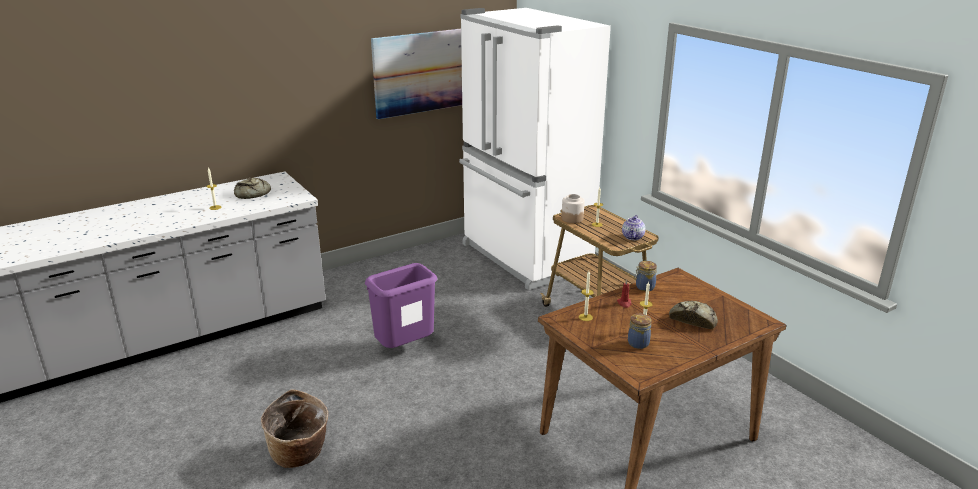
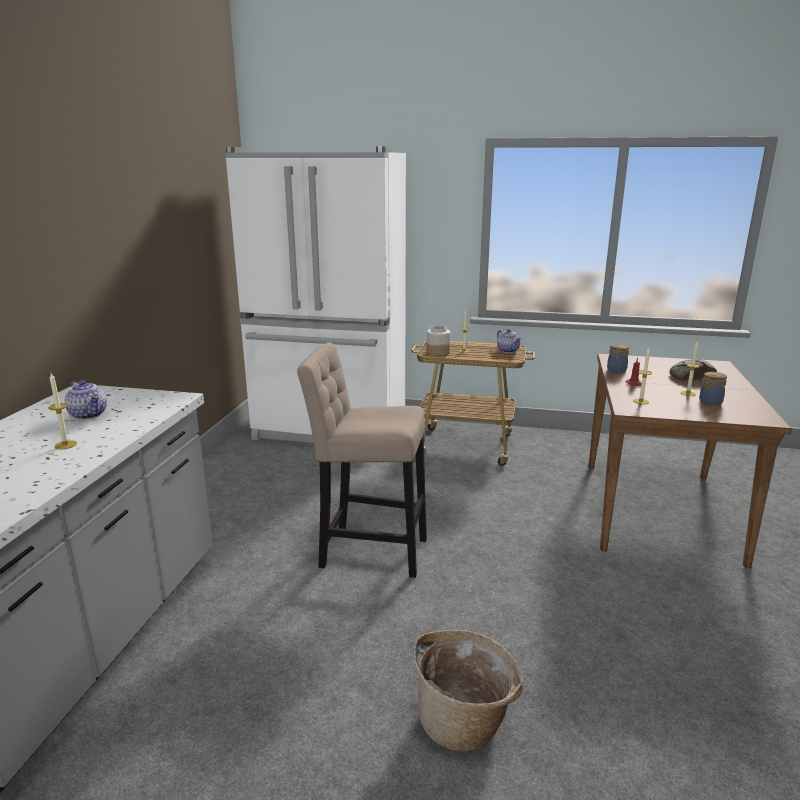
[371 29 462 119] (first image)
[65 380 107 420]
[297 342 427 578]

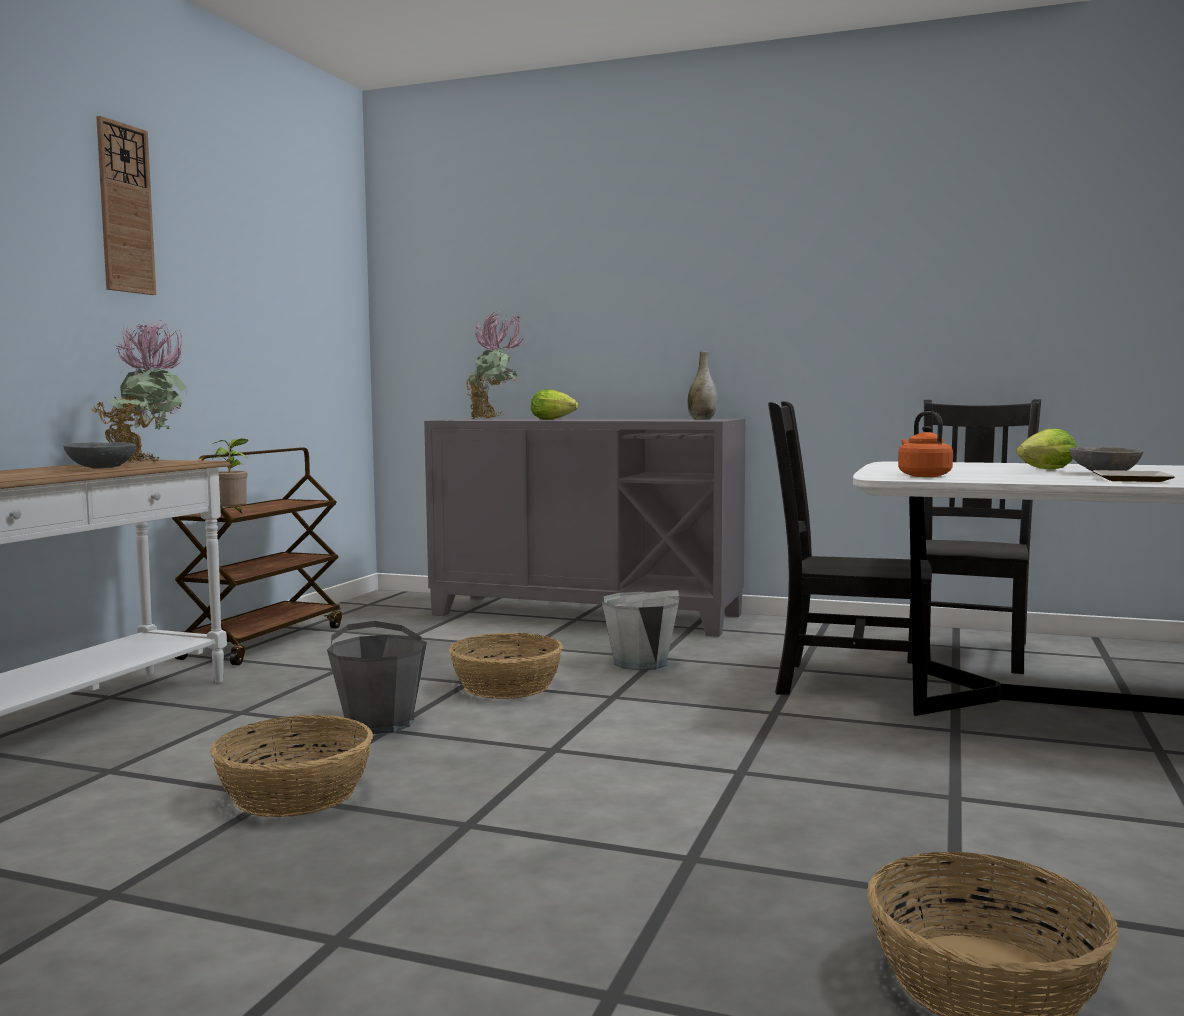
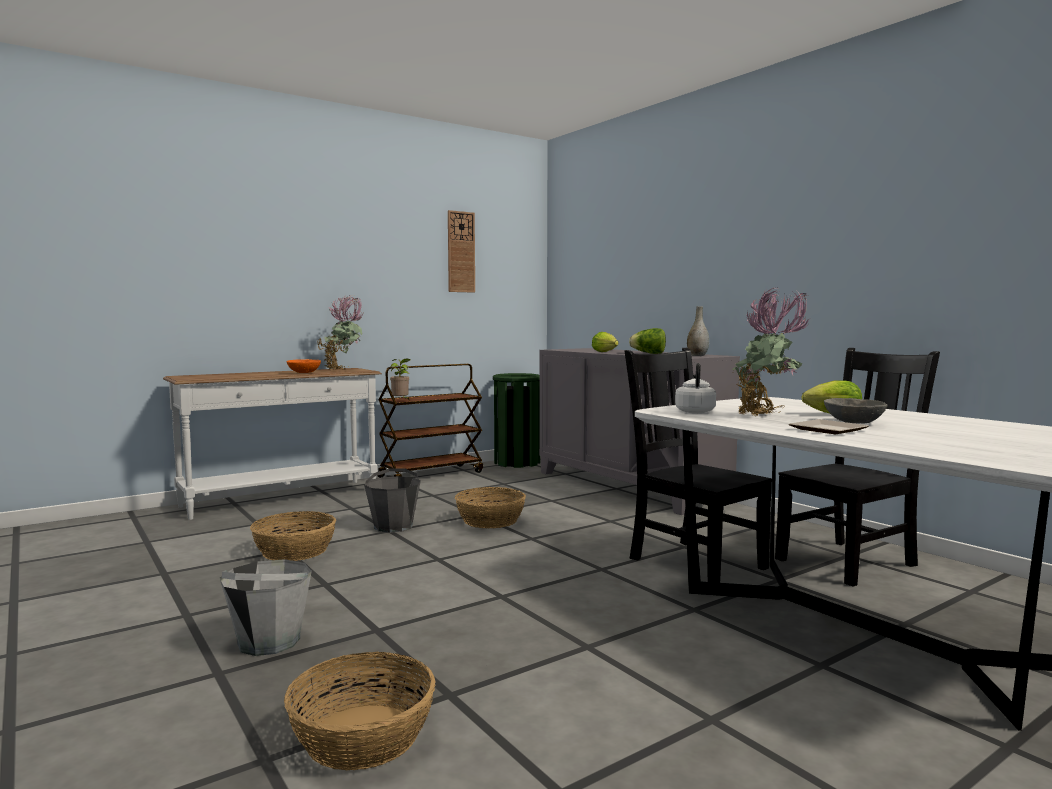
[448 210 475 293]
[732 287 810 416]
[675 363 716 413]
[286 359 321 373]
[220 559 312 656]
[629 328 666 354]
[493 373 540 468]

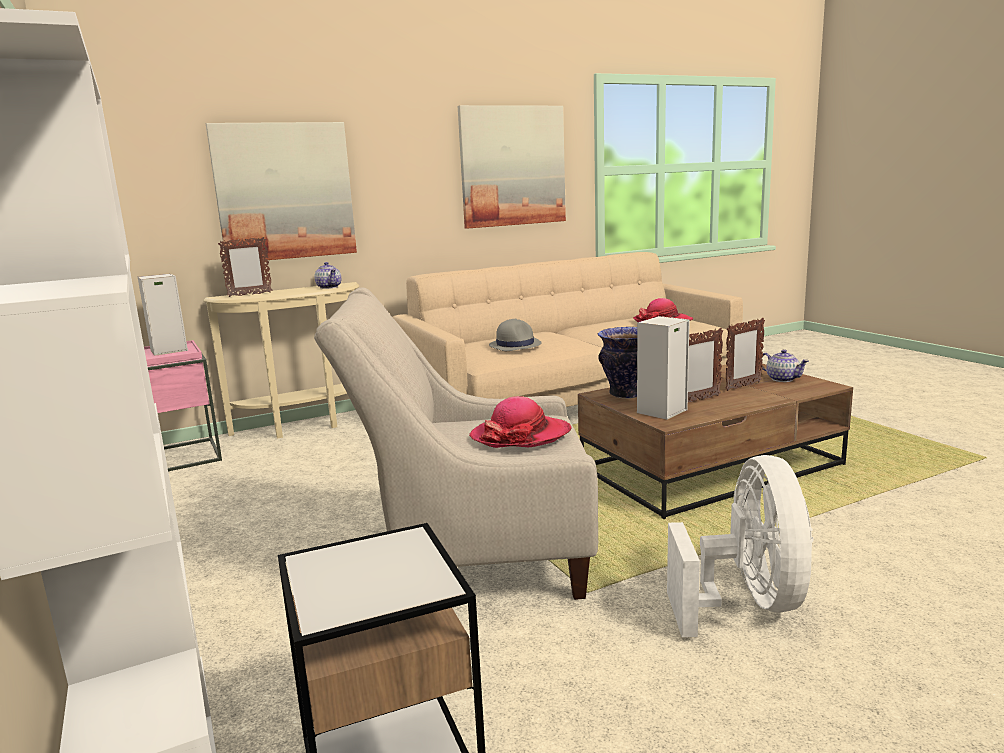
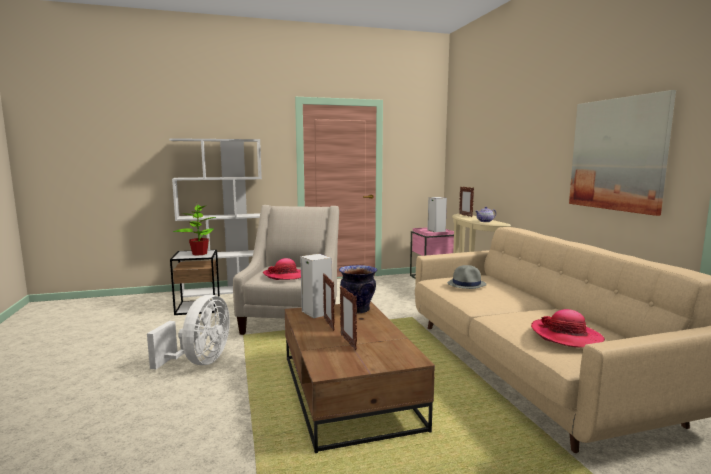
[206 122 357 264] (first image)
[760 349 809 382] (first image)
[147 294 230 370]
[173 205 216 256]

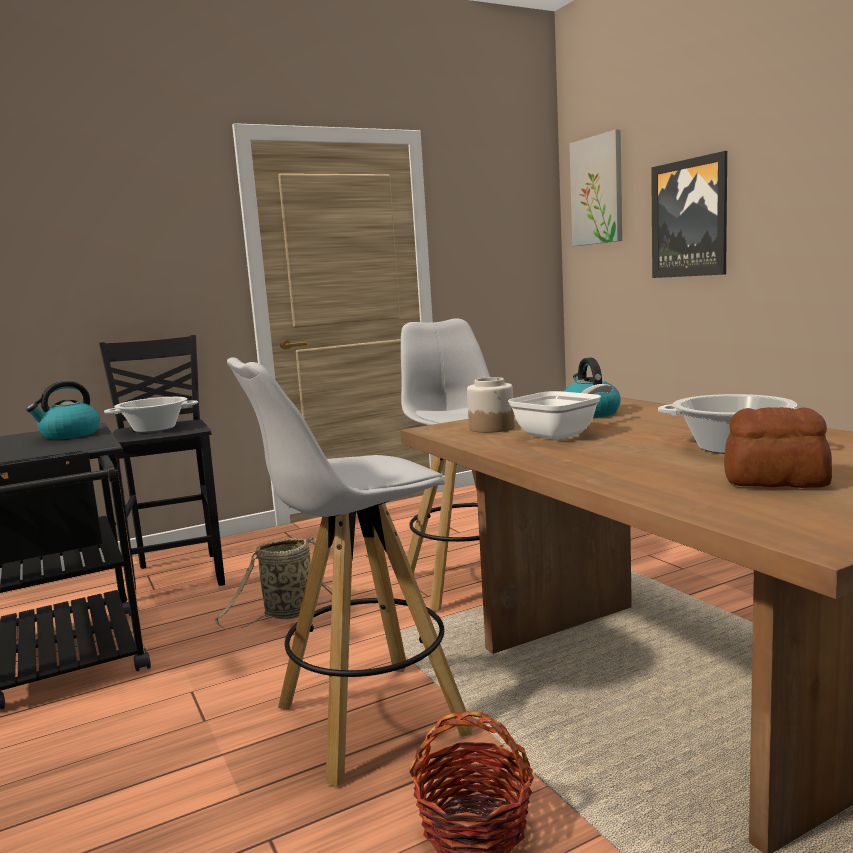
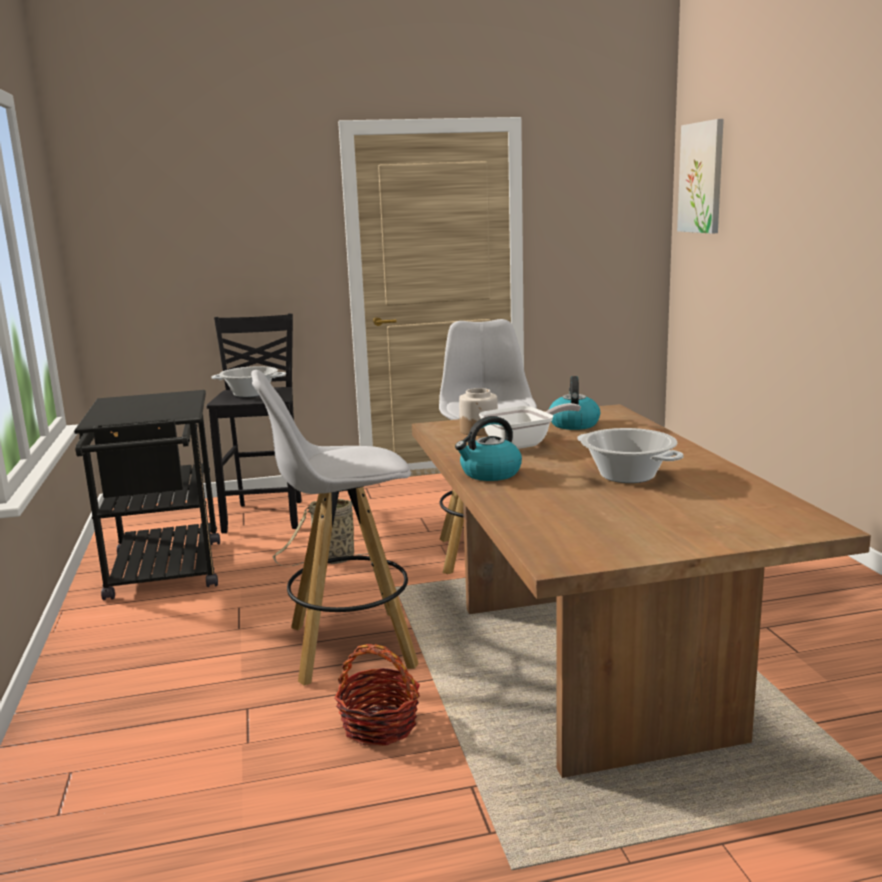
[651 151 727 278] (first image)
[455 416 522 481]
[724 407 832 488] (first image)

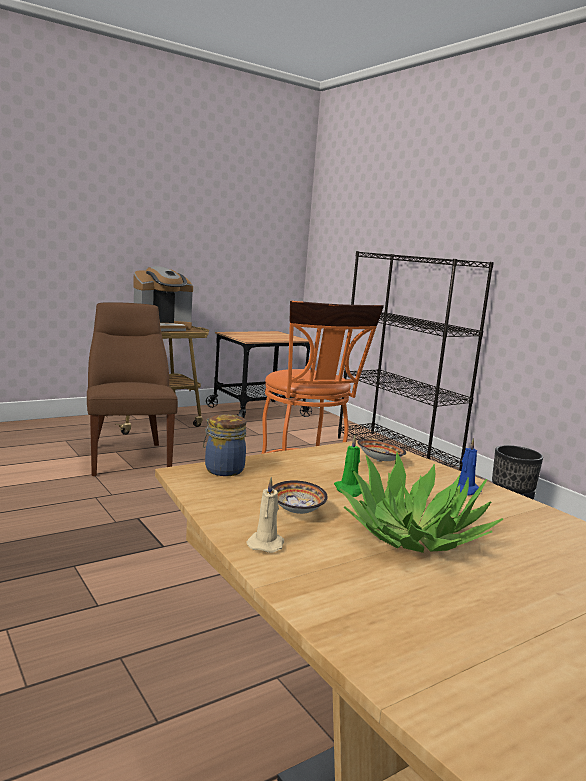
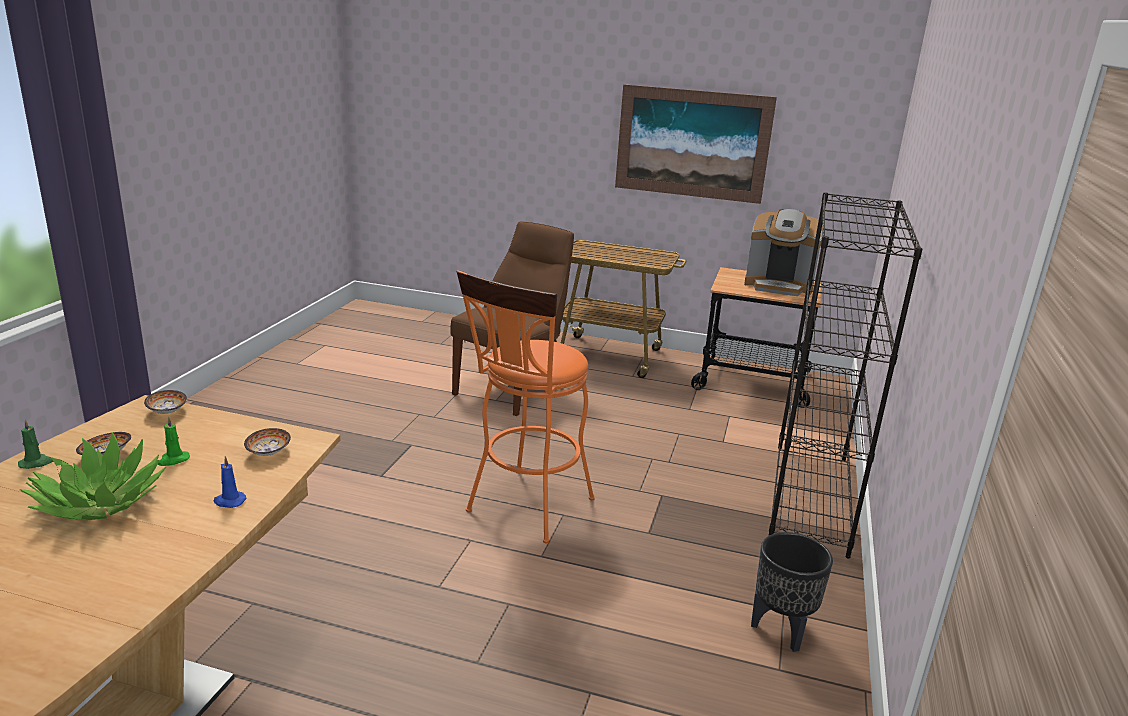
[744 209 822 296]
[144 390 187 414]
[18 419 53 469]
[615 84 777 204]

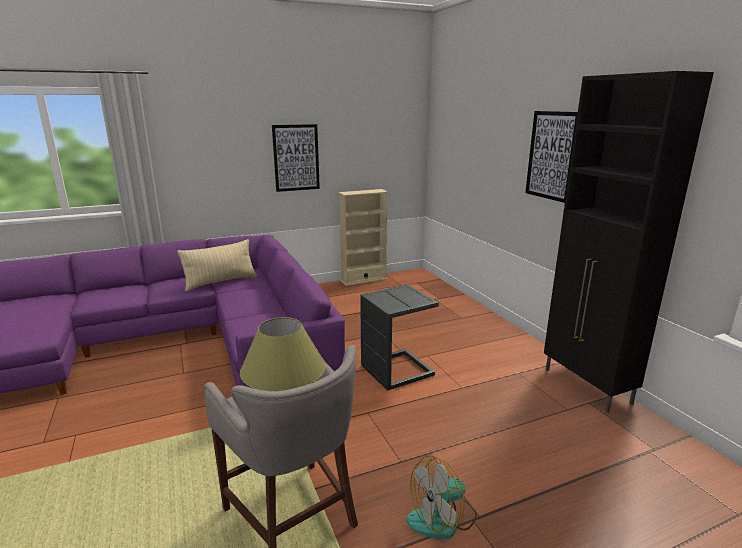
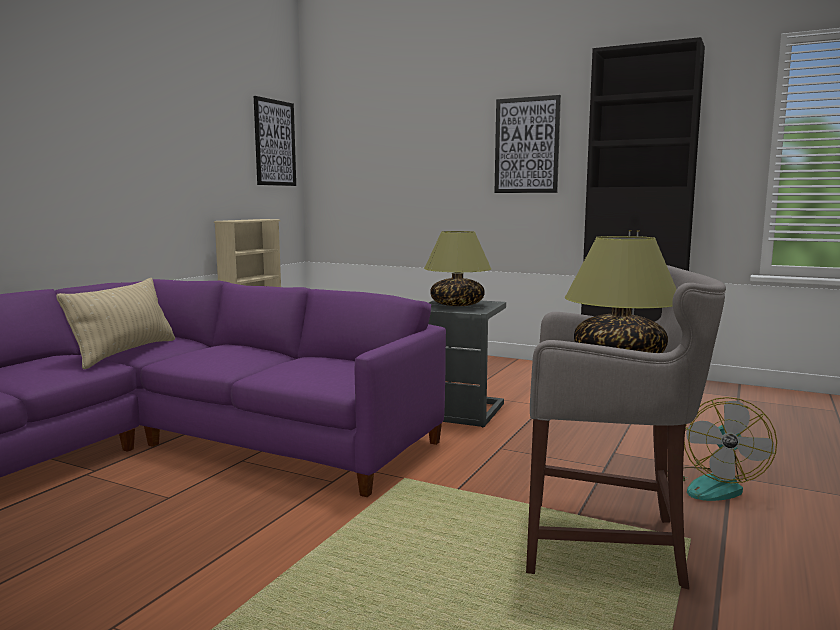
[254 96 296 186]
[424 231 491 306]

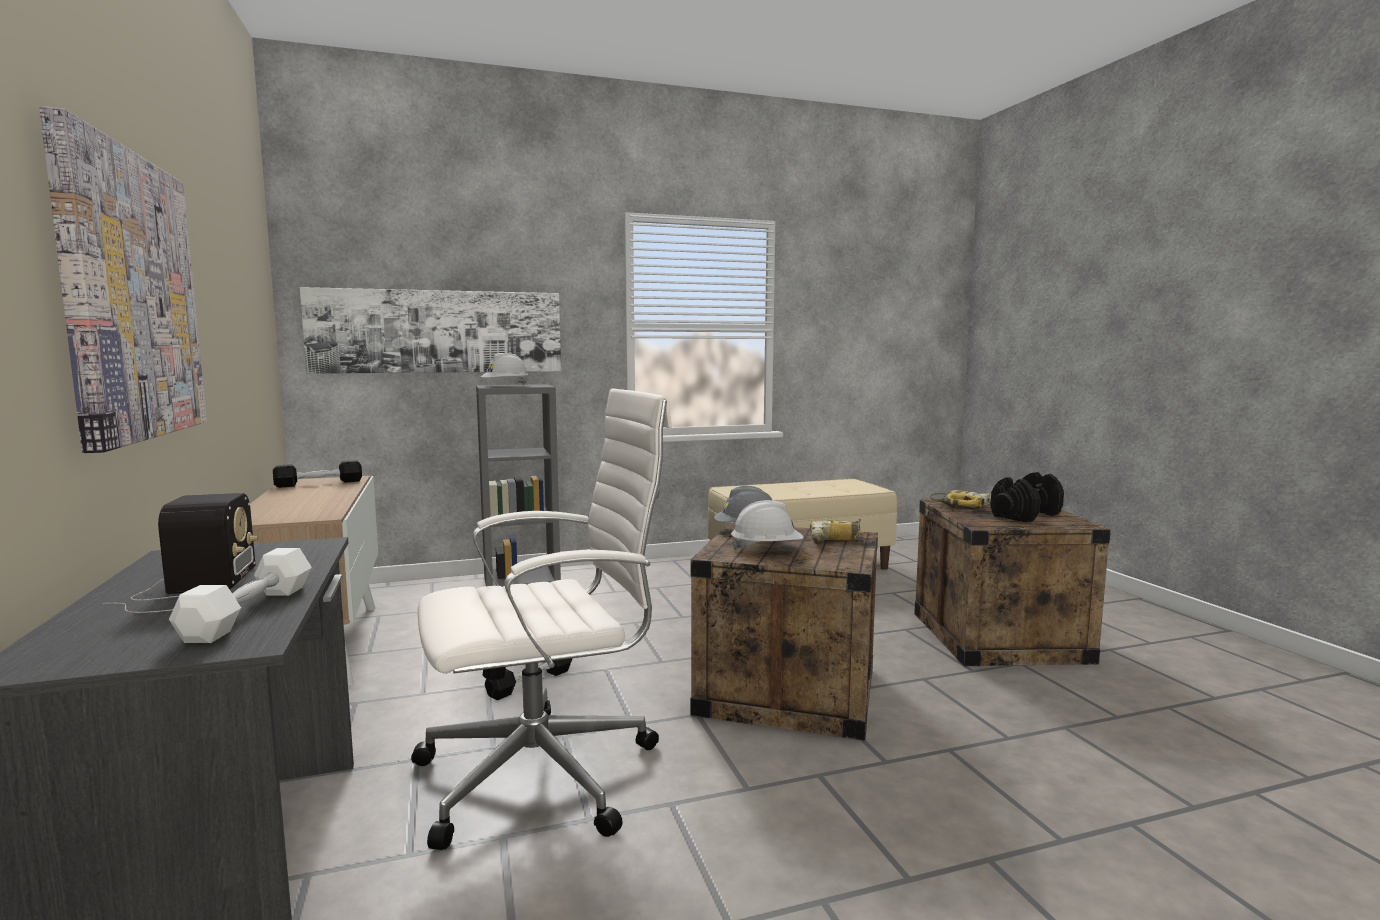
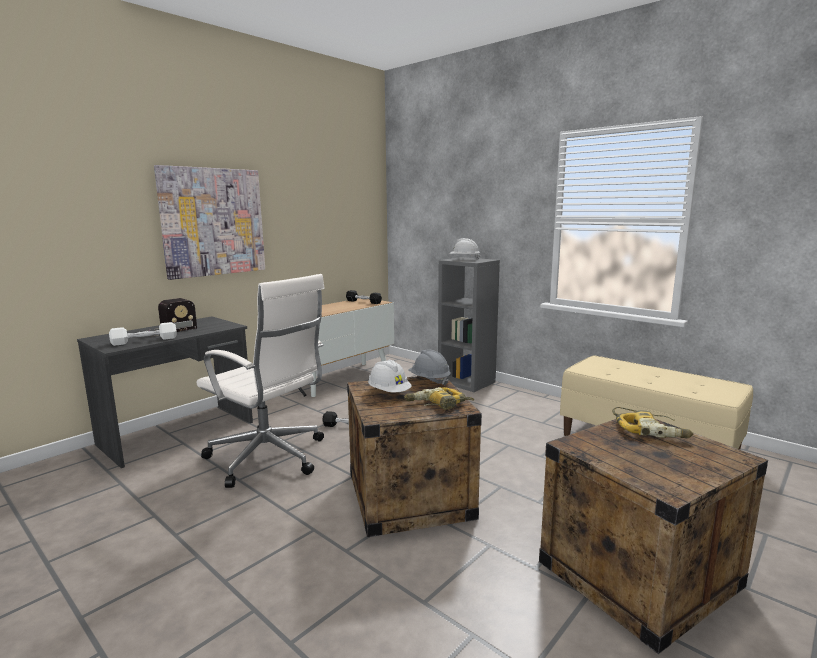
[300 287 561 374] (first image)
[991 472 1064 522] (first image)

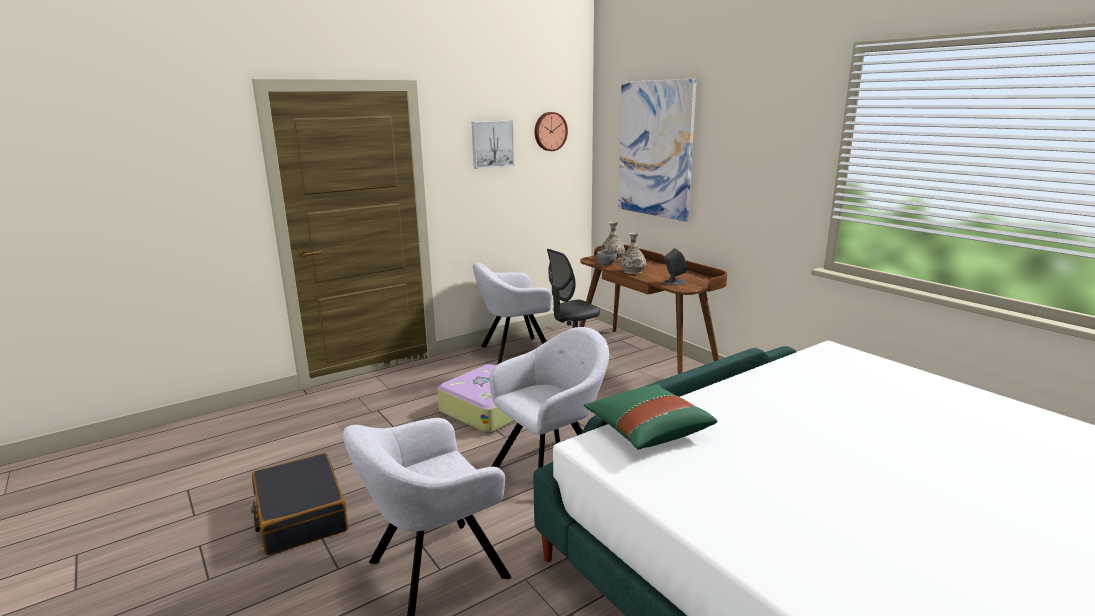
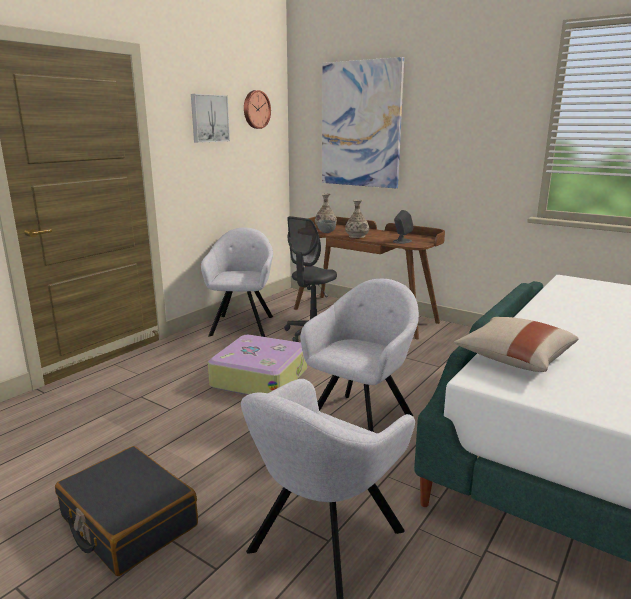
[201 228 273 337]
[454 317 579 372]

